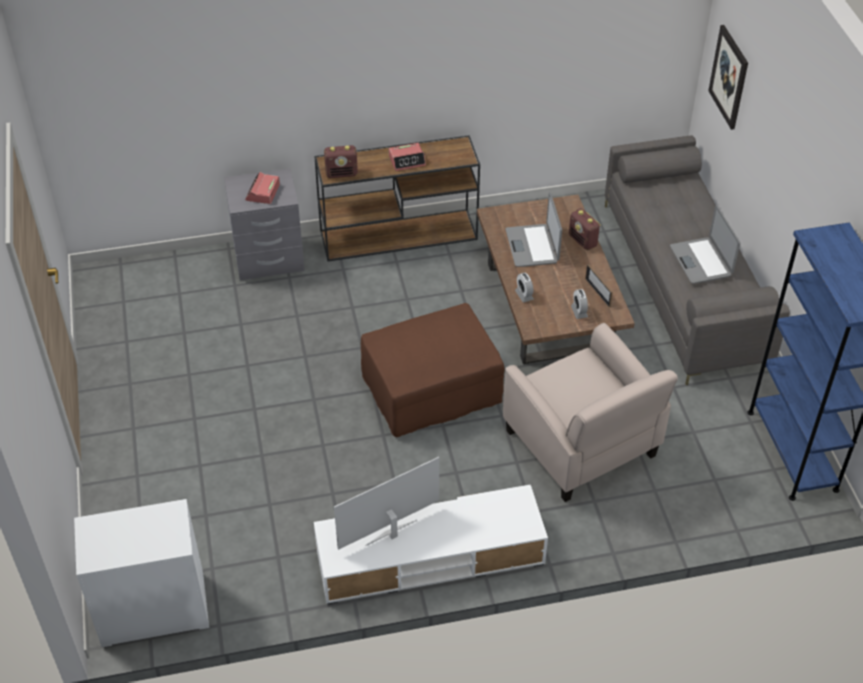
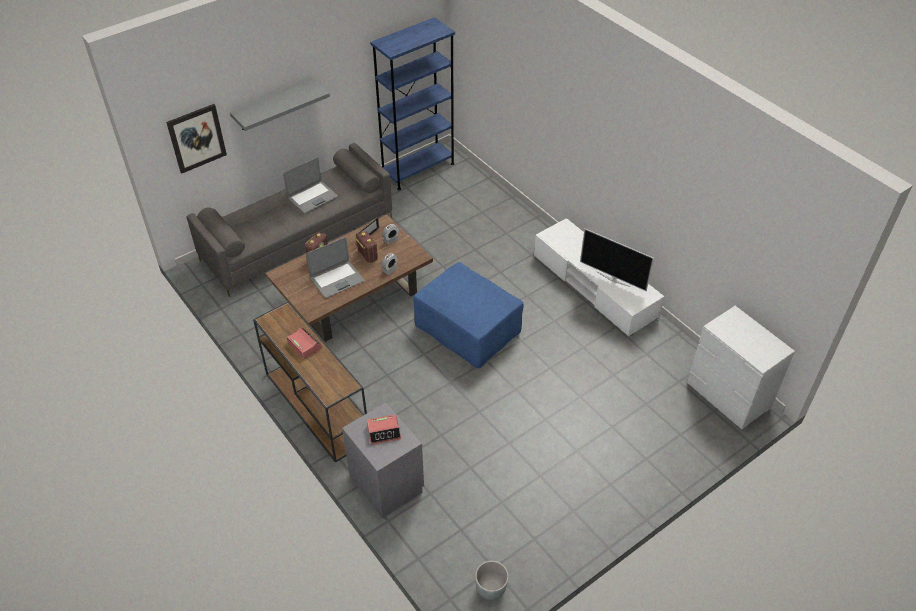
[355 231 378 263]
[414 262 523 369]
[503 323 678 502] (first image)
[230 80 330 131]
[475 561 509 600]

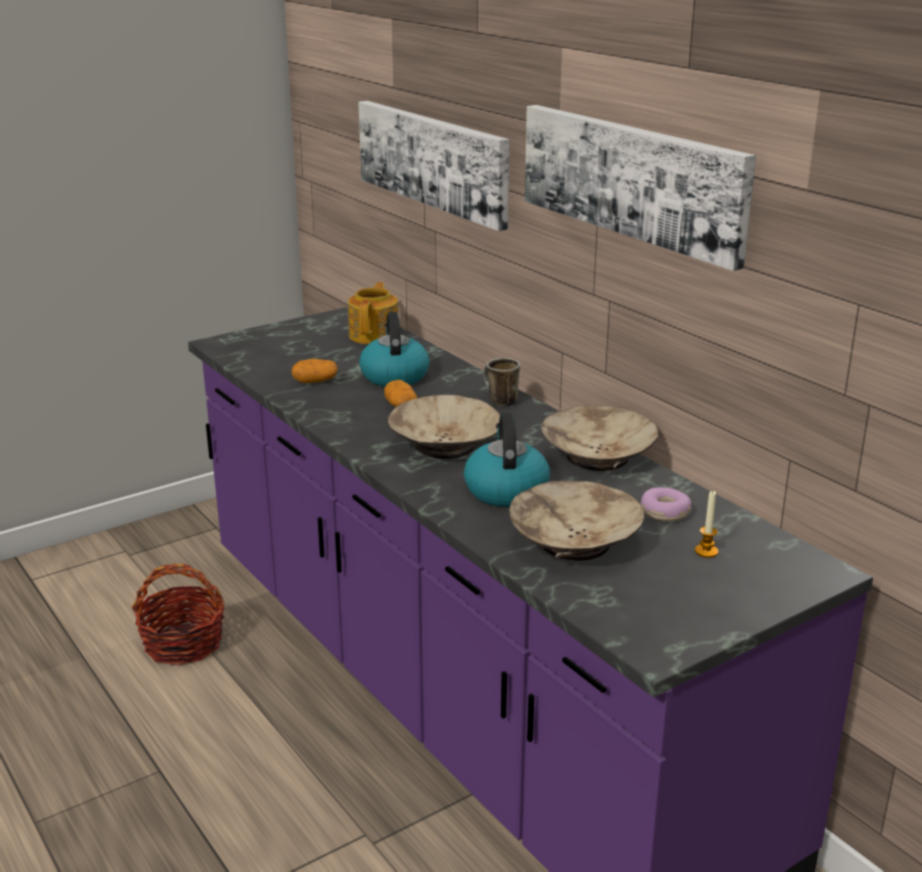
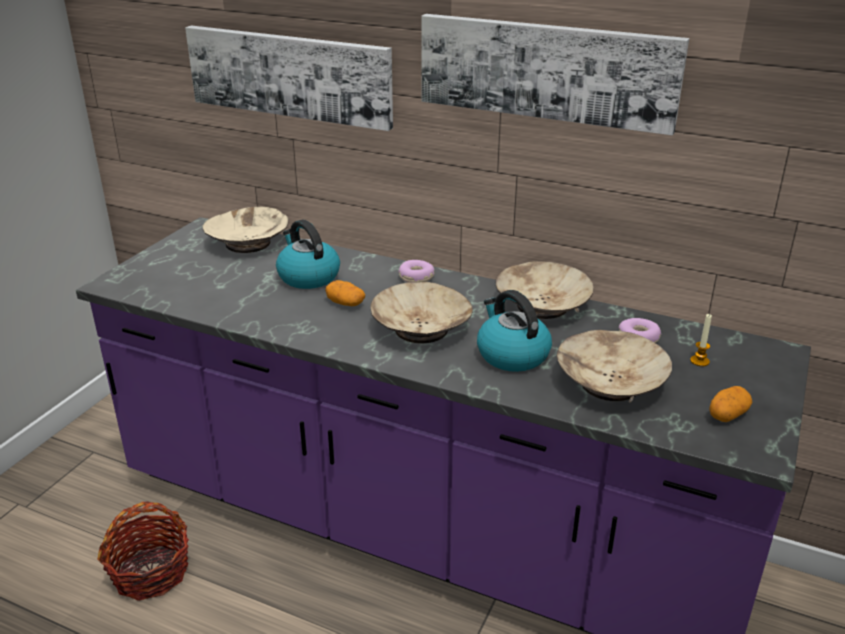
[203 207 289 253]
[398 260 435 282]
[709 386 752 422]

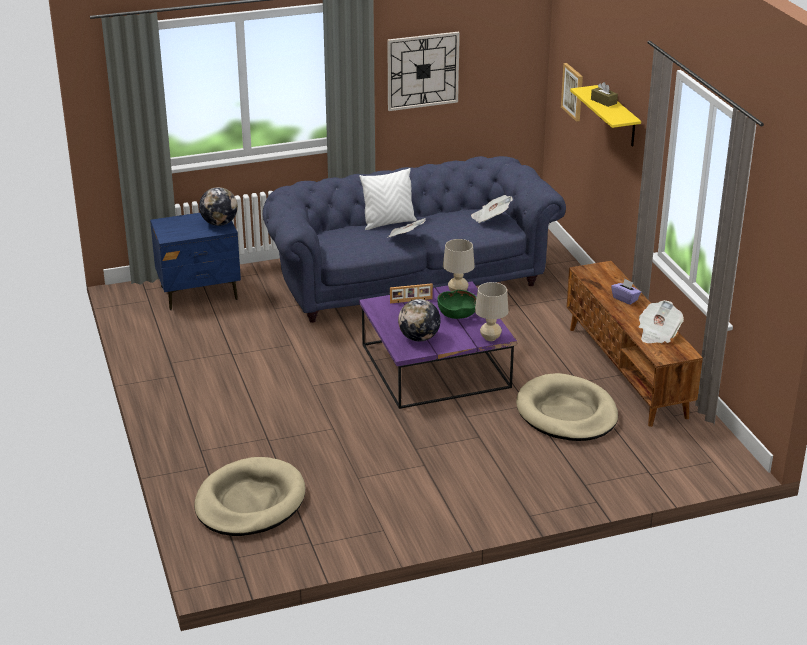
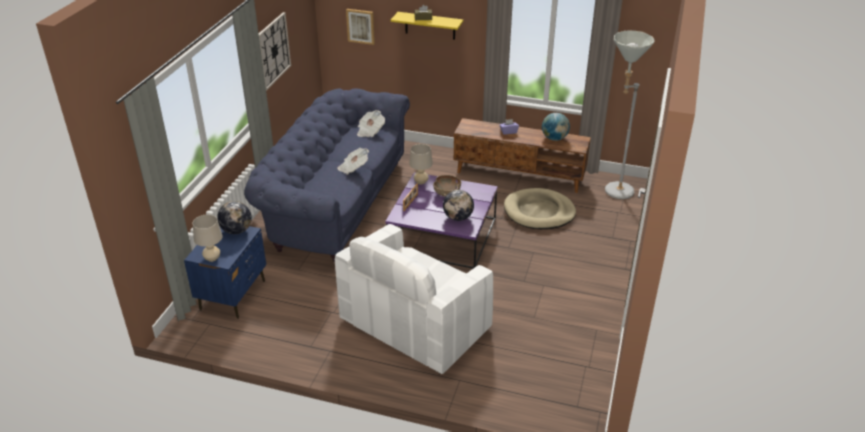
[359 168 417 230] (first image)
[193 214 222 262]
[433 175 461 197]
[542 113 570 141]
[194 457 305 536] (first image)
[605 31 655 199]
[335 224 493 374]

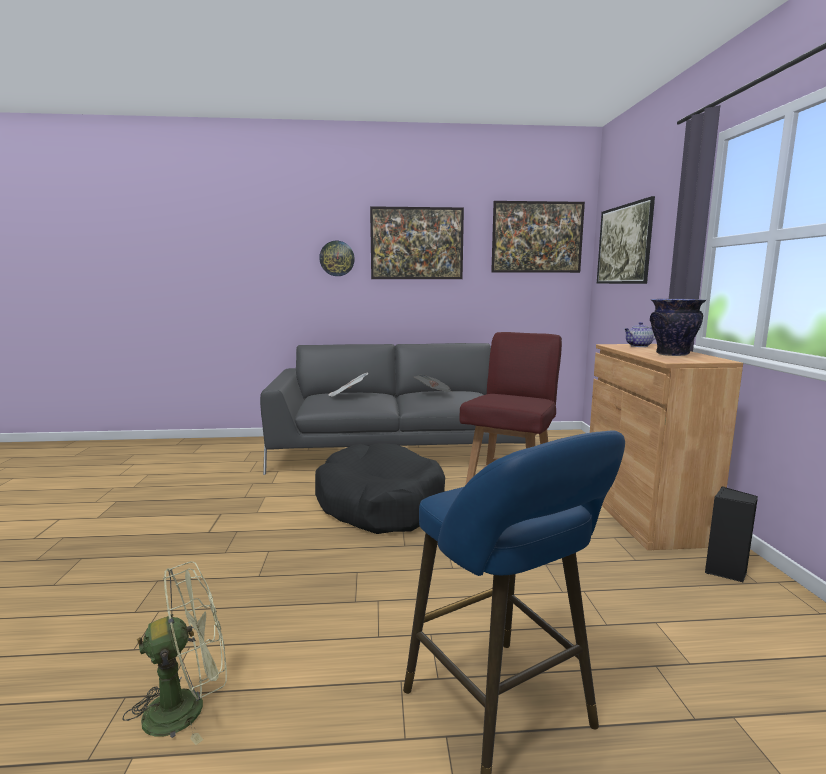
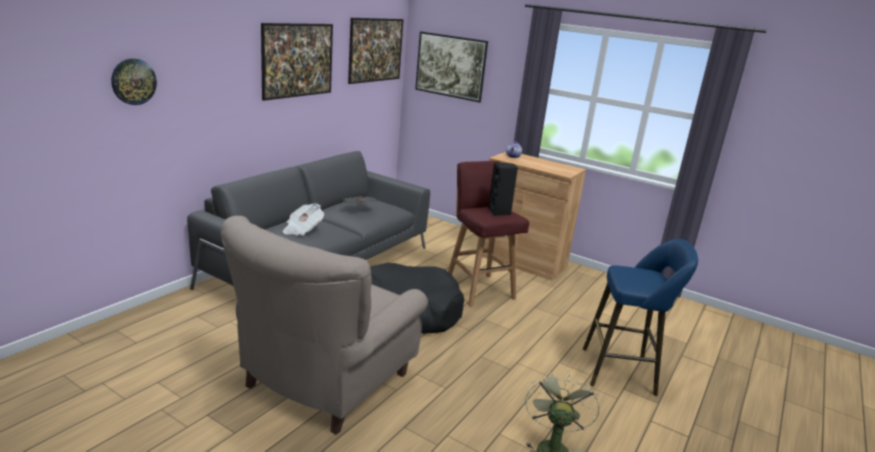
[111 58 157 105]
[650 299 706 356] (first image)
[488 162 518 216]
[221 216 428 435]

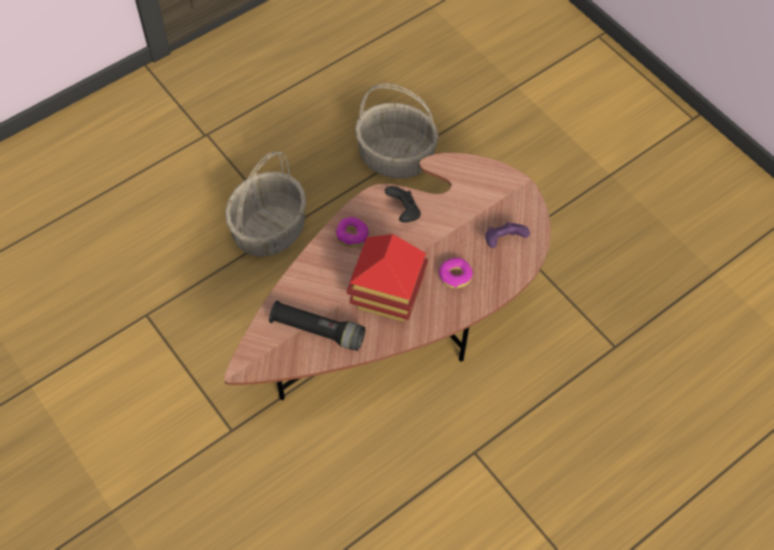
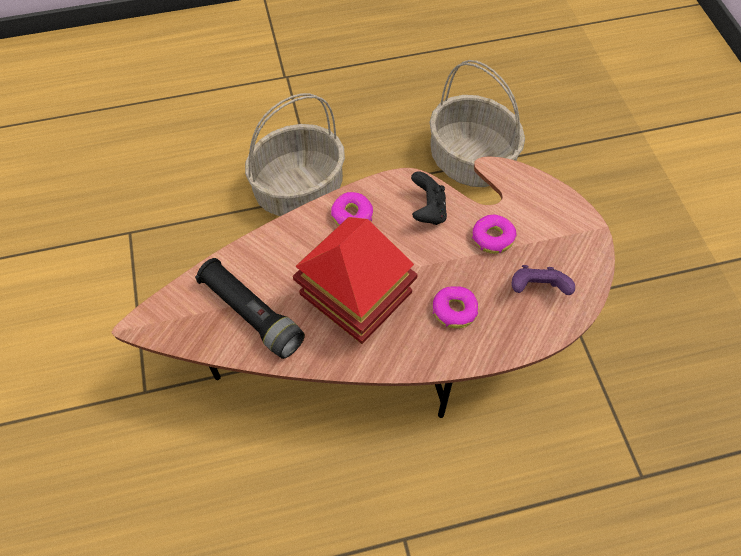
[472 215 517 254]

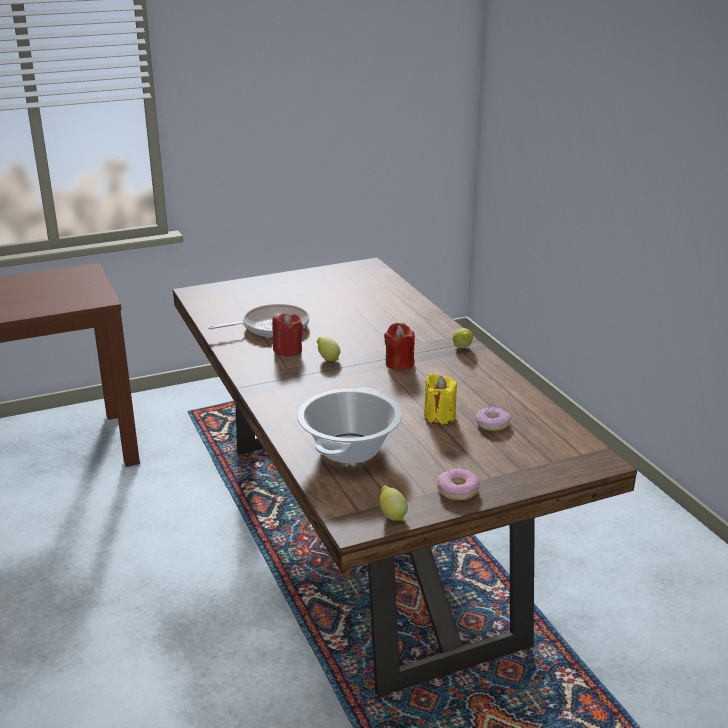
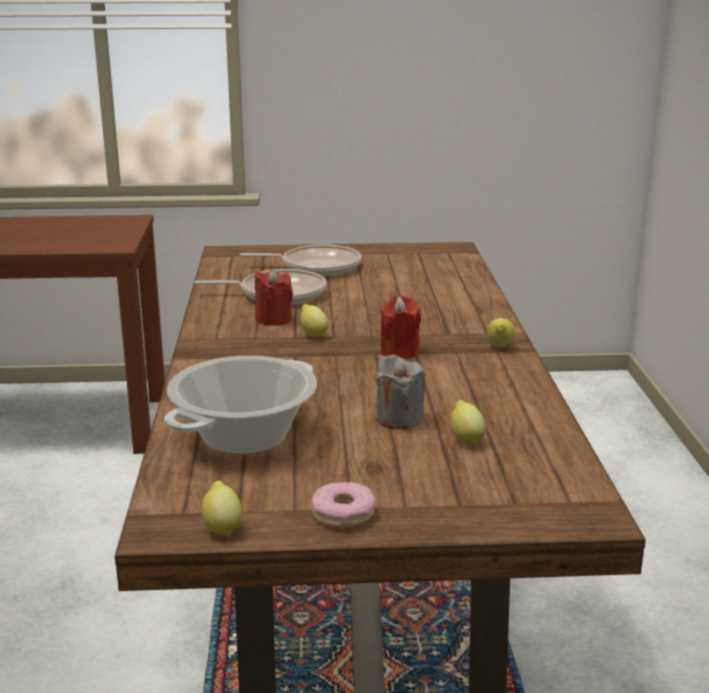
[376 355 425 429]
[450 400 486 446]
[240 244 361 276]

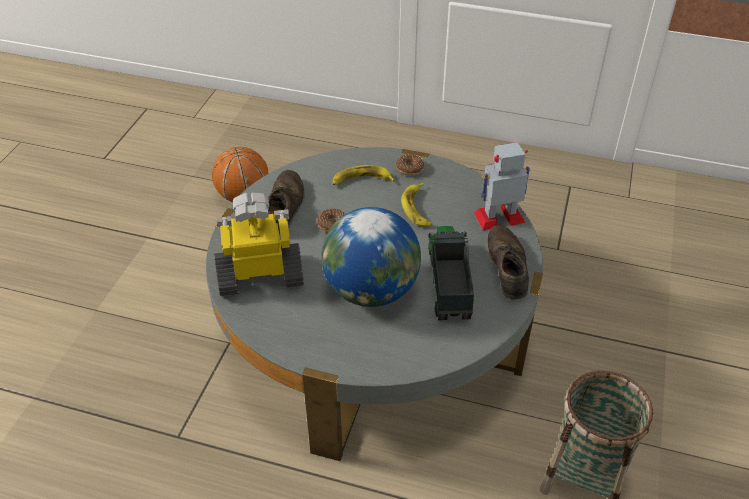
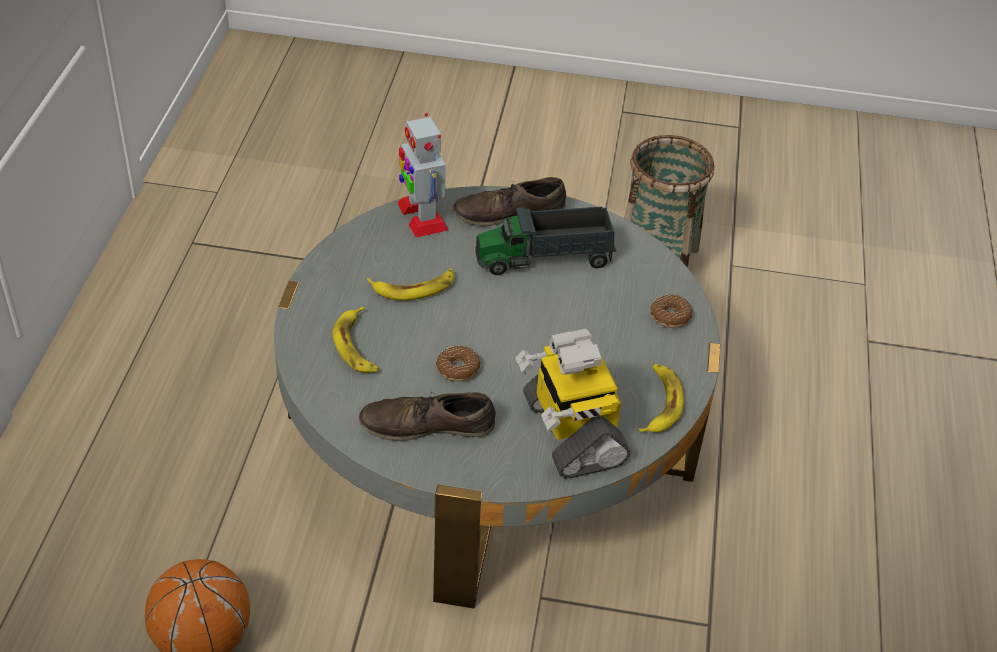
[651 294 693 328]
[321 207 421 307] (first image)
[639 364 684 433]

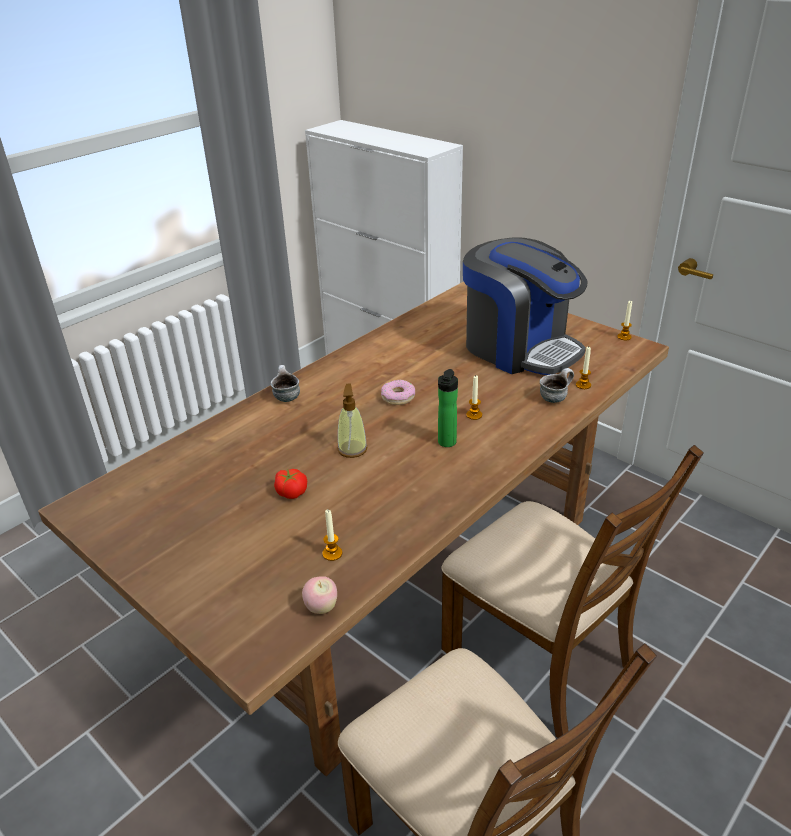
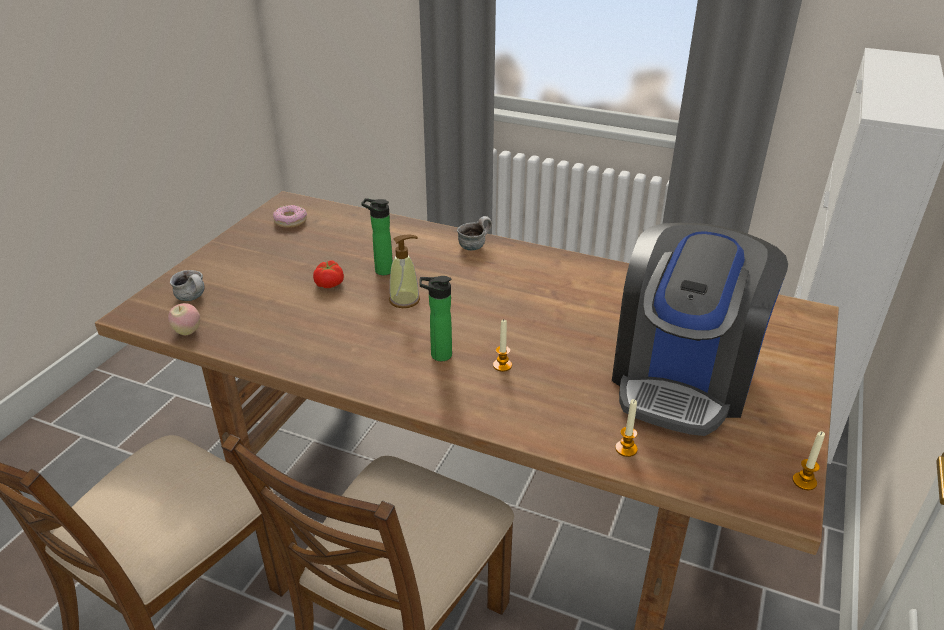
[170 270 204 301]
[273 205 307 228]
[322 510 342 561] (first image)
[361 198 393 275]

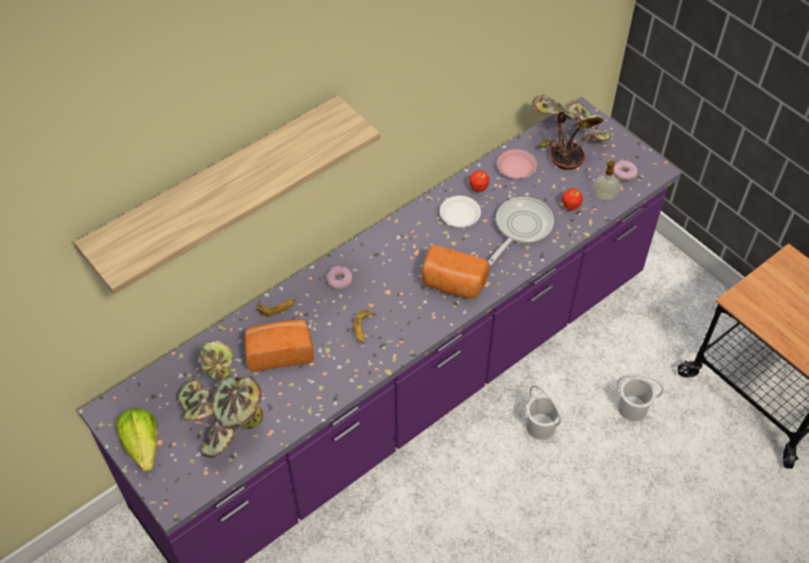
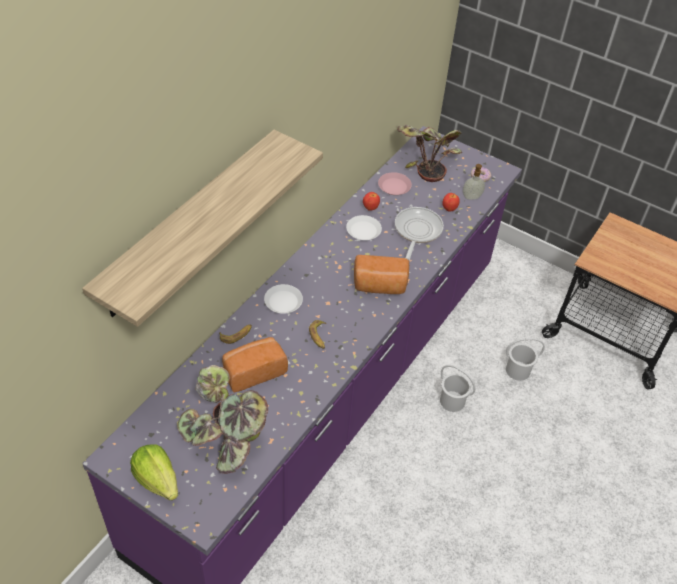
[264 284 303 314]

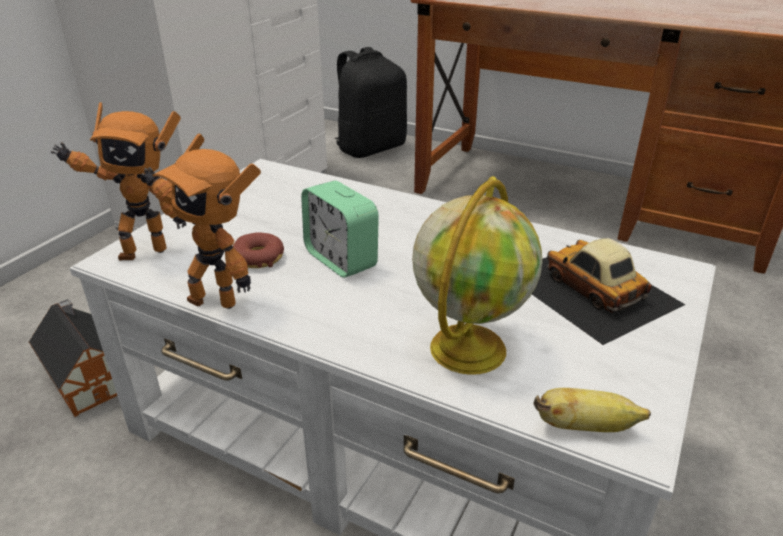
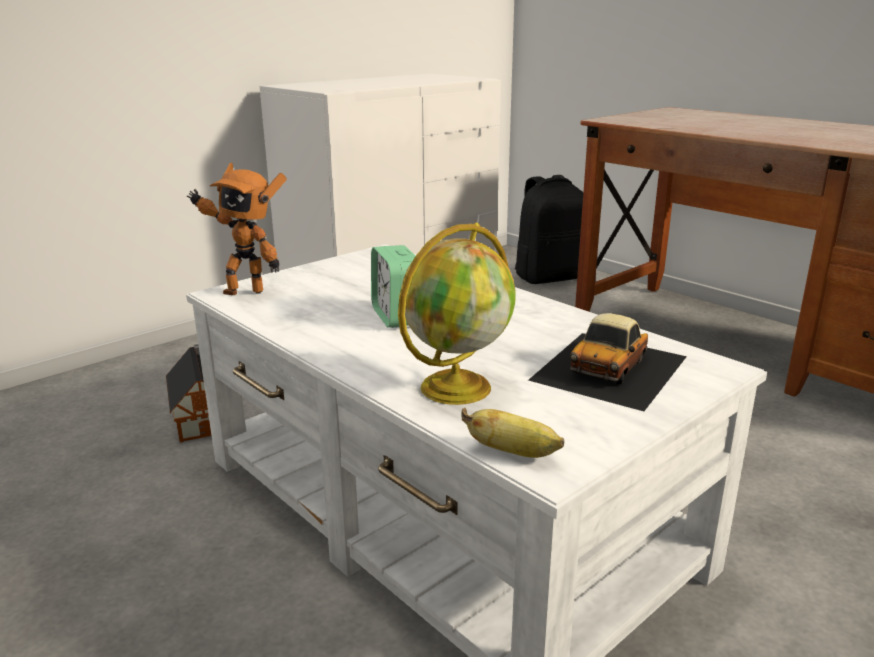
[141 134 261 309] (first image)
[233 232 284 268] (first image)
[528 313 687 411]

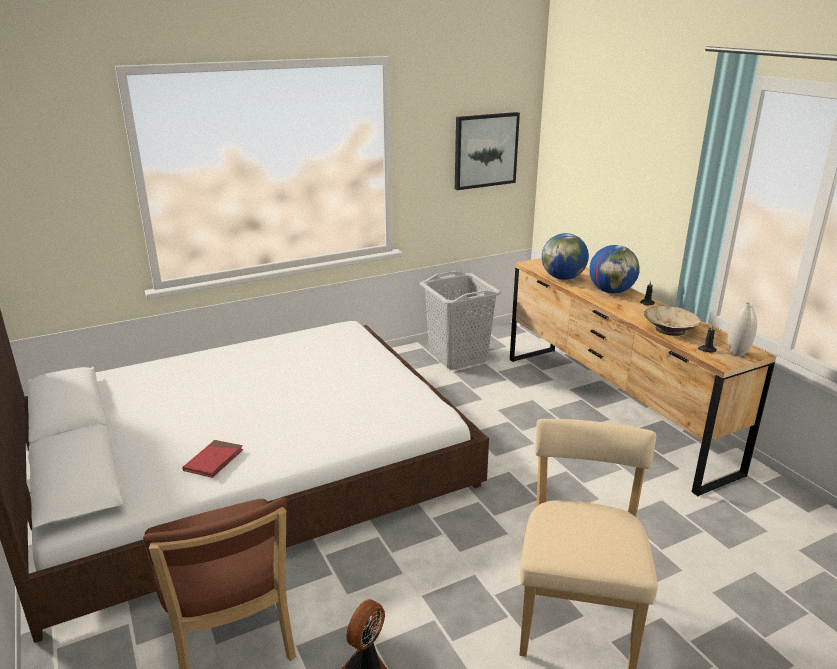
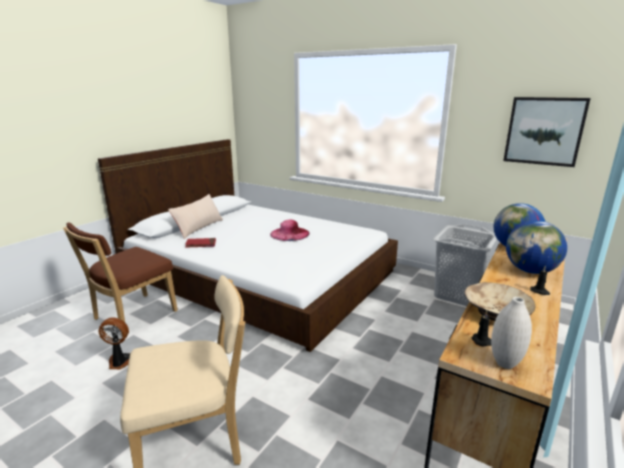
[168 194 223 239]
[270 219 310 241]

